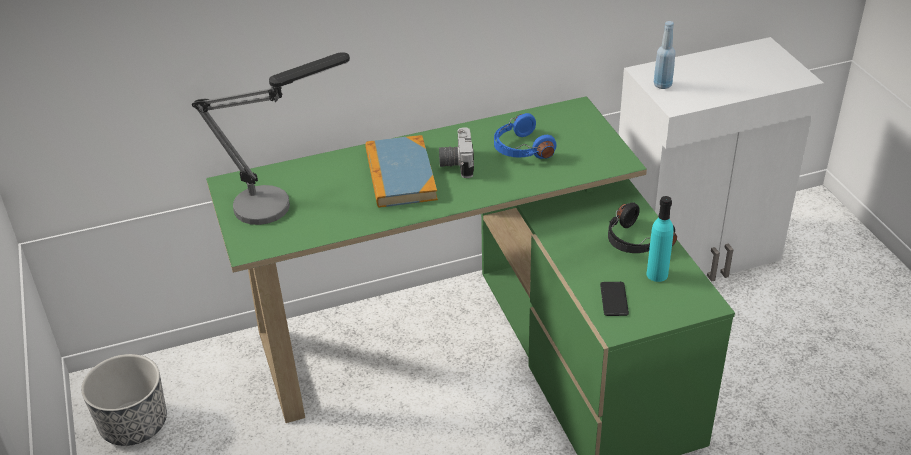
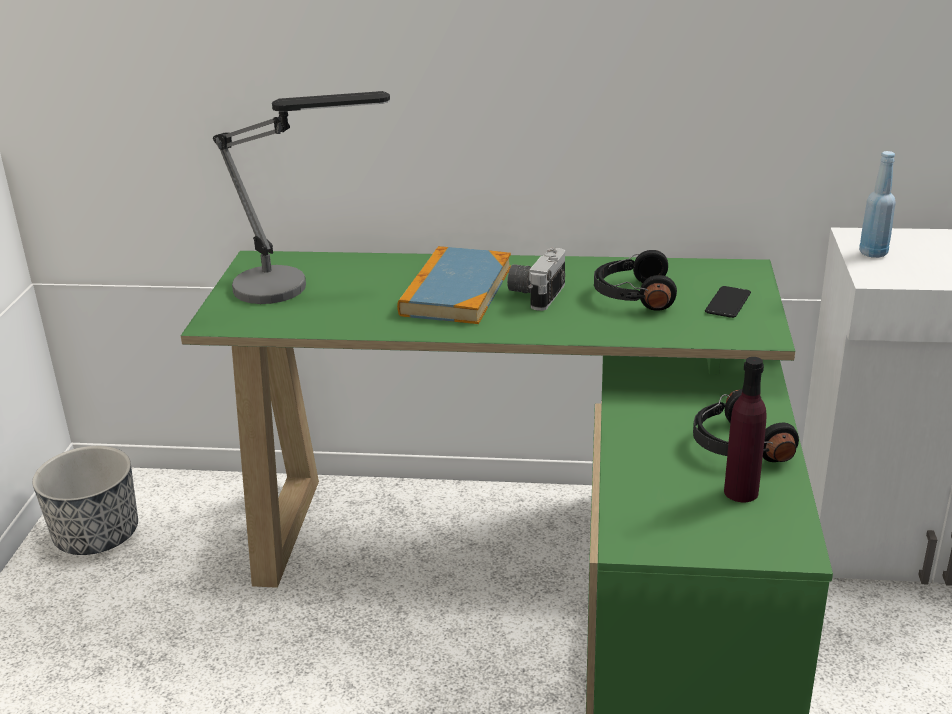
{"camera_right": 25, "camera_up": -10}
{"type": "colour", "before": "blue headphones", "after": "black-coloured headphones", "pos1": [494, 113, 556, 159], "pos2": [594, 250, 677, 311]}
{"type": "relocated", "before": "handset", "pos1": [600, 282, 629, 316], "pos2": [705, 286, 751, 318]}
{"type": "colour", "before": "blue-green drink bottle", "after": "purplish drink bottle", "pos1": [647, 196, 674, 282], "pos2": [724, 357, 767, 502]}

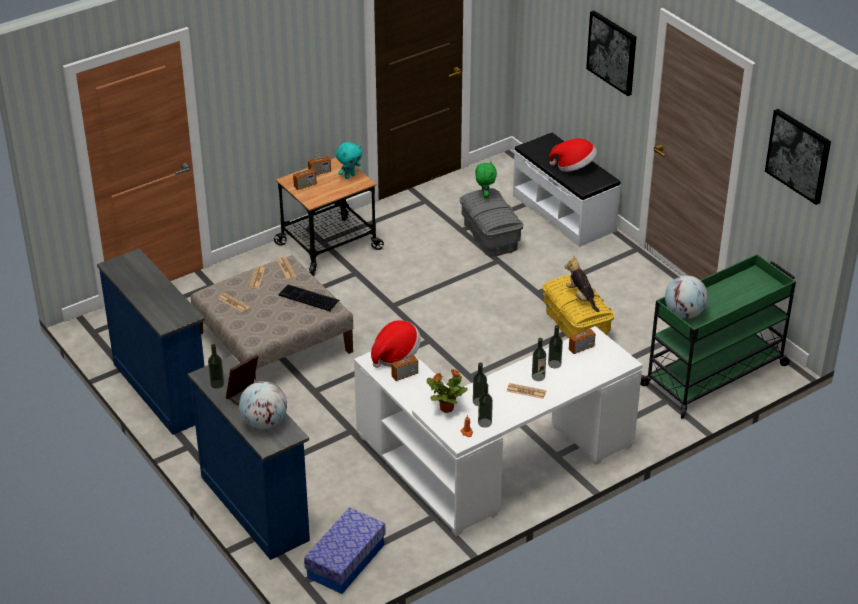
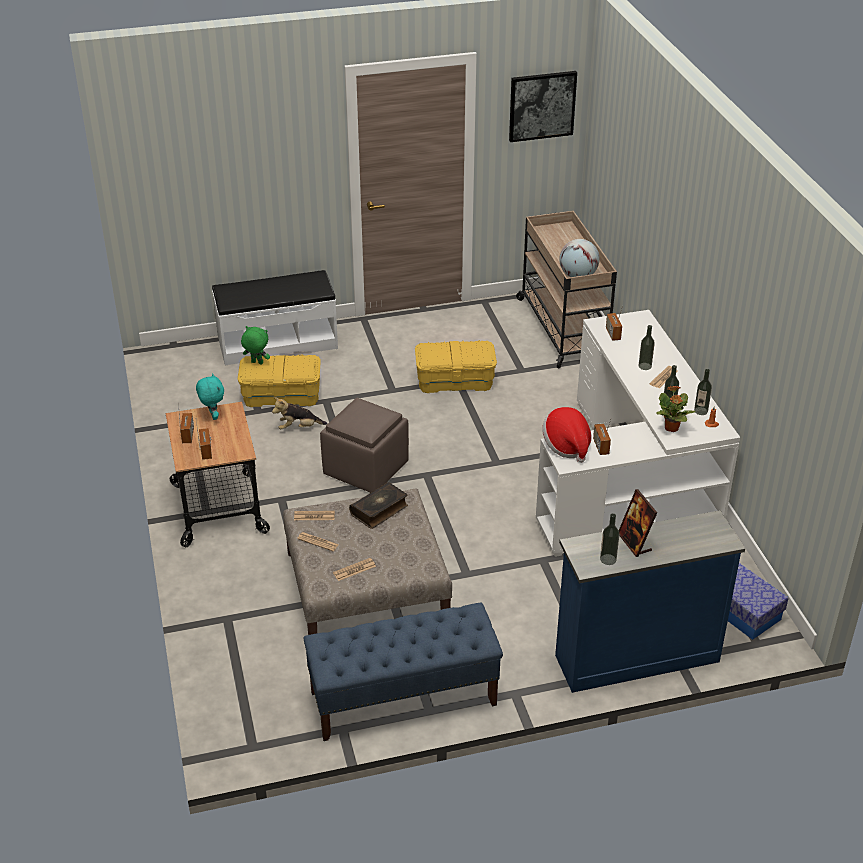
{"camera_right": -70, "camera_up": 0}
{"type": "colour", "before": "greyish storage box", "after": "yellow storage box", "pos1": [460, 188, 524, 257], "pos2": [238, 355, 321, 407]}
{"type": "relocated", "before": "cuddly toy", "pos1": [564, 255, 600, 312], "pos2": [272, 397, 327, 429]}
{"type": "exchanged", "before": "blue chest of drawers", "after": "blue indoor bench", "pos1": [97, 249, 205, 435], "pos2": [303, 603, 503, 741]}
{"type": "appeared", "after": "brown ottoman", "pos2": [320, 398, 409, 493]}
{"type": "exchanged", "before": "PC keyboard", "after": "bound book", "pos1": [279, 285, 340, 312], "pos2": [349, 482, 408, 529]}
{"type": "colour", "before": "green cart", "after": "sand-coloured cart", "pos1": [640, 254, 796, 419], "pos2": [516, 211, 617, 368]}
{"type": "missing", "before": "globe", "pos1": [239, 381, 287, 429]}
{"type": "missing", "before": "drink bottle", "pos1": [548, 325, 563, 368]}
{"type": "missing", "before": "hat", "pos1": [549, 138, 597, 172]}
{"type": "missing", "before": "wall art", "pos1": [586, 11, 636, 96]}

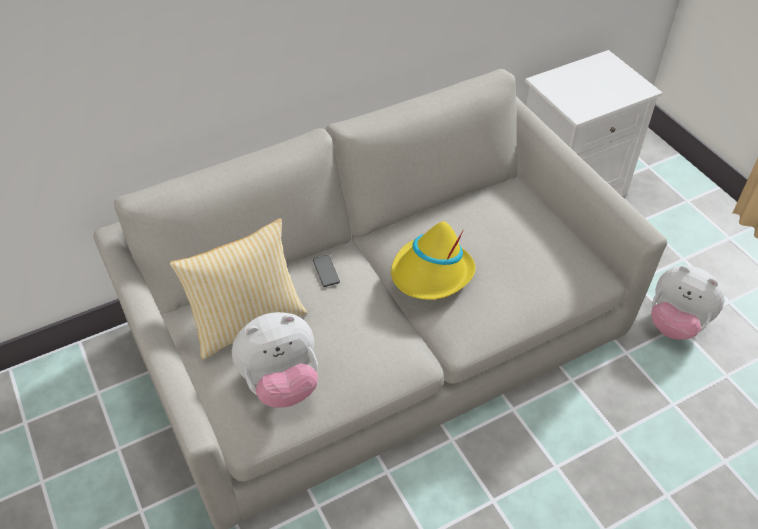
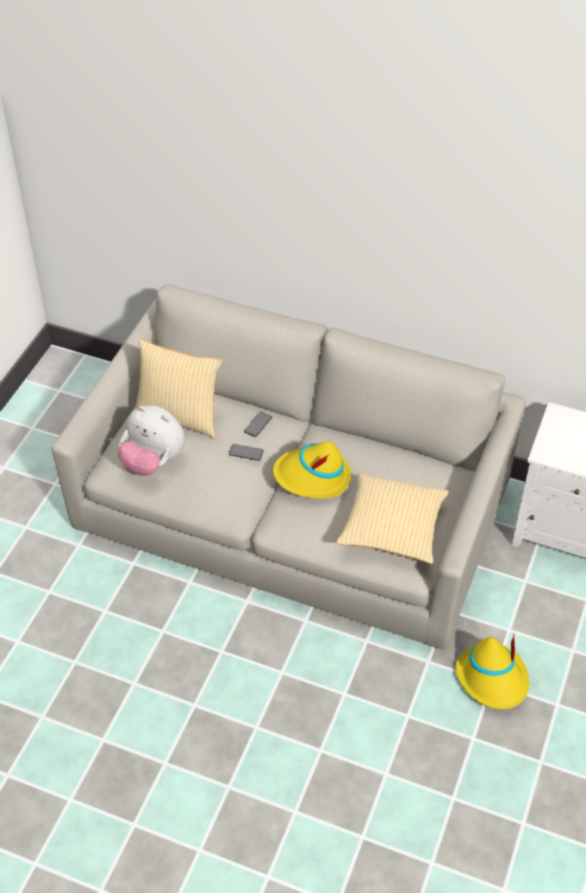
{"camera_right": 50, "camera_up": 0}
{"type": "appeared", "after": "handset", "pos2": [229, 444, 264, 461]}
{"type": "appeared", "after": "throw pillow", "pos2": [336, 473, 449, 564]}
{"type": "exchanged", "before": "cuddly toy", "after": "yellow hat", "pos1": [651, 266, 724, 340], "pos2": [455, 634, 529, 709]}

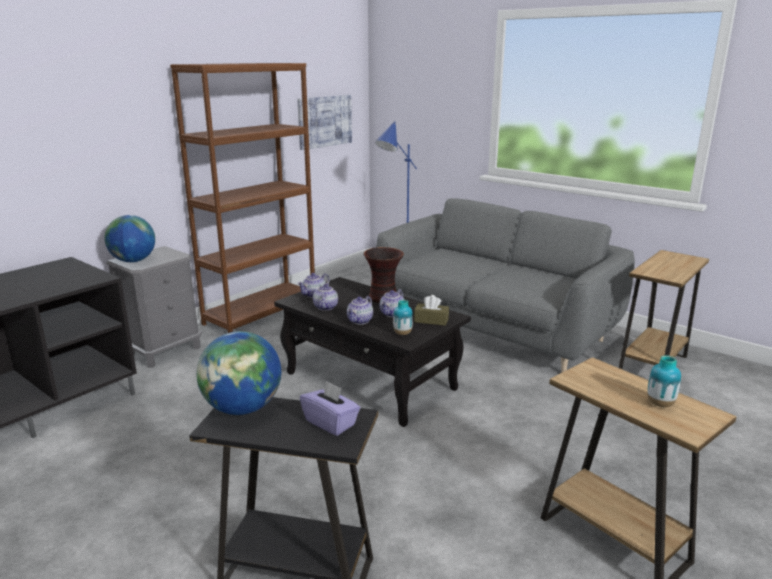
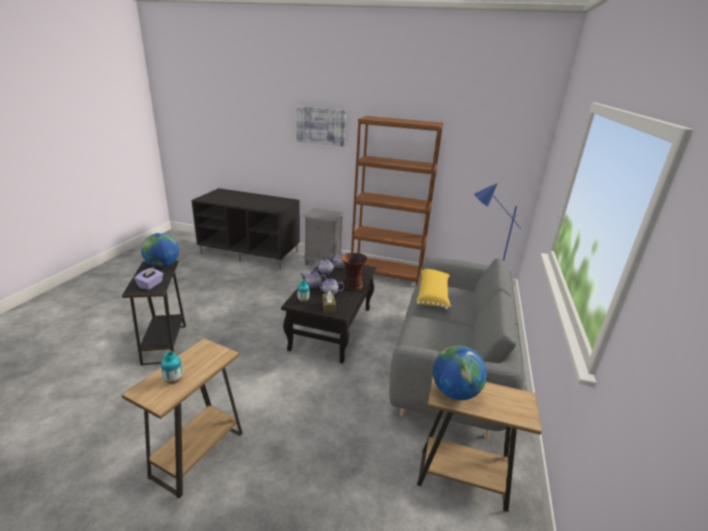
{"camera_right": 65, "camera_up": 5}
{"type": "relocated", "before": "wall art", "pos1": [297, 95, 352, 150], "pos2": [296, 106, 346, 147]}
{"type": "appeared", "after": "yellow throw pillow", "pos2": [416, 269, 451, 309]}
{"type": "relocated", "before": "globe", "pos1": [105, 215, 155, 262], "pos2": [433, 346, 487, 400]}

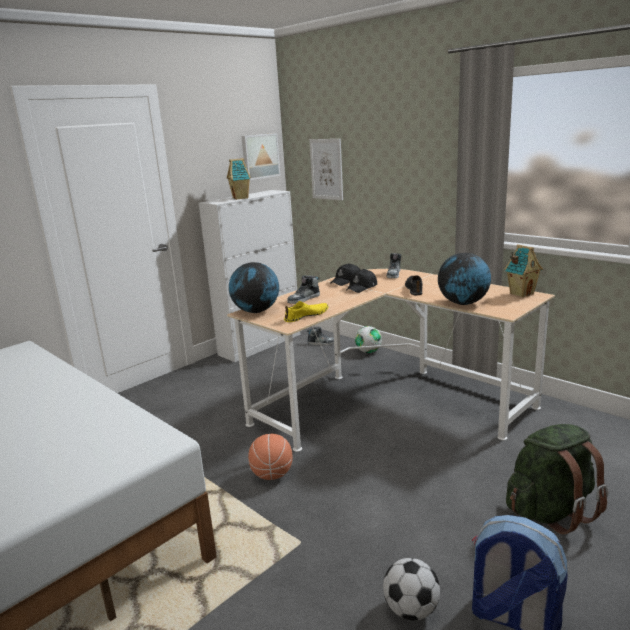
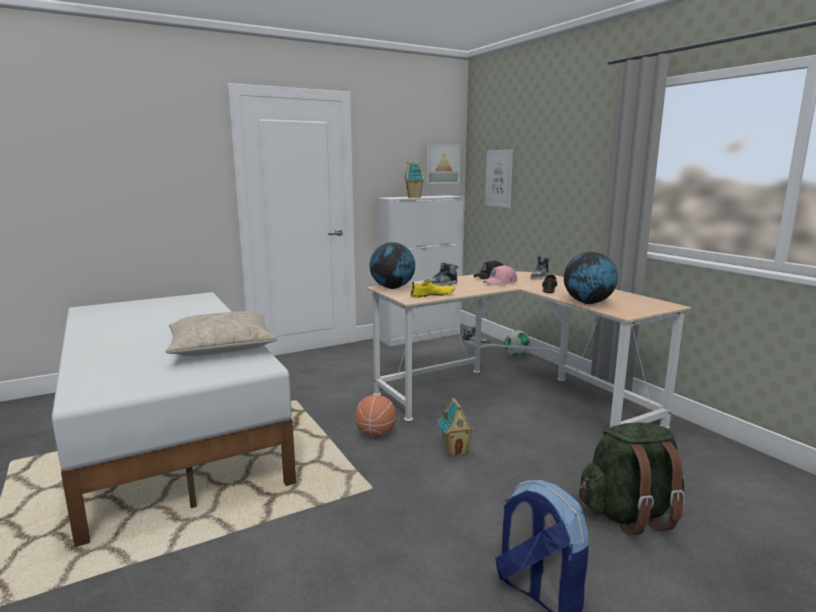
{"camera_right": 15, "camera_up": -5}
{"type": "appeared", "after": "sand-coloured throw pillow", "pos2": [165, 311, 278, 356]}
{"type": "relocated", "before": "toy house", "pos1": [504, 244, 543, 297], "pos2": [438, 398, 475, 456]}
{"type": "colour", "before": "black-coloured baseball cap", "after": "pinkish baseball cap", "pos1": [346, 269, 377, 293], "pos2": [483, 265, 517, 286]}
{"type": "missing", "before": "football", "pos1": [383, 558, 440, 620]}

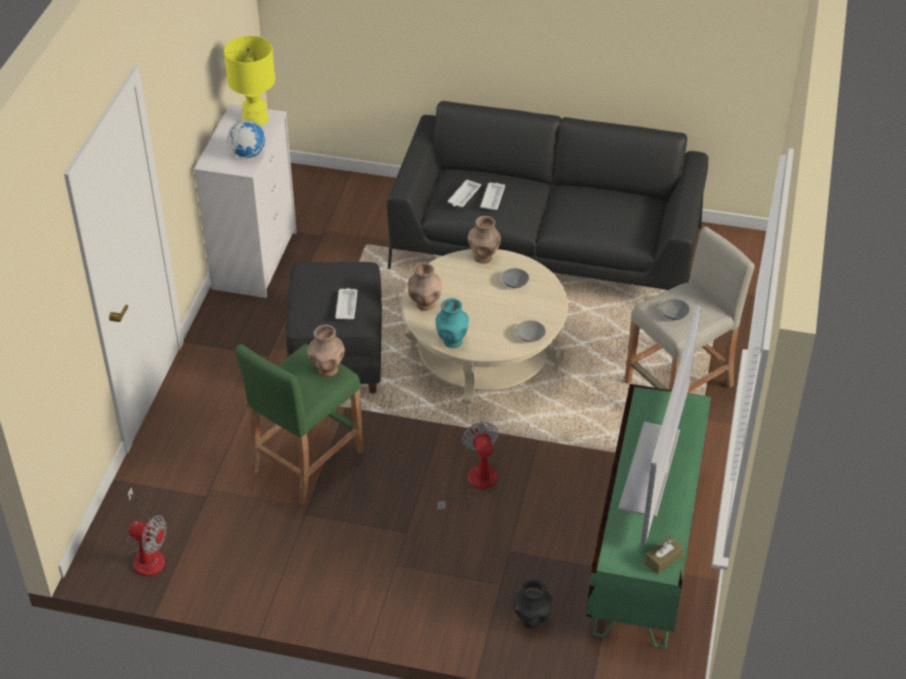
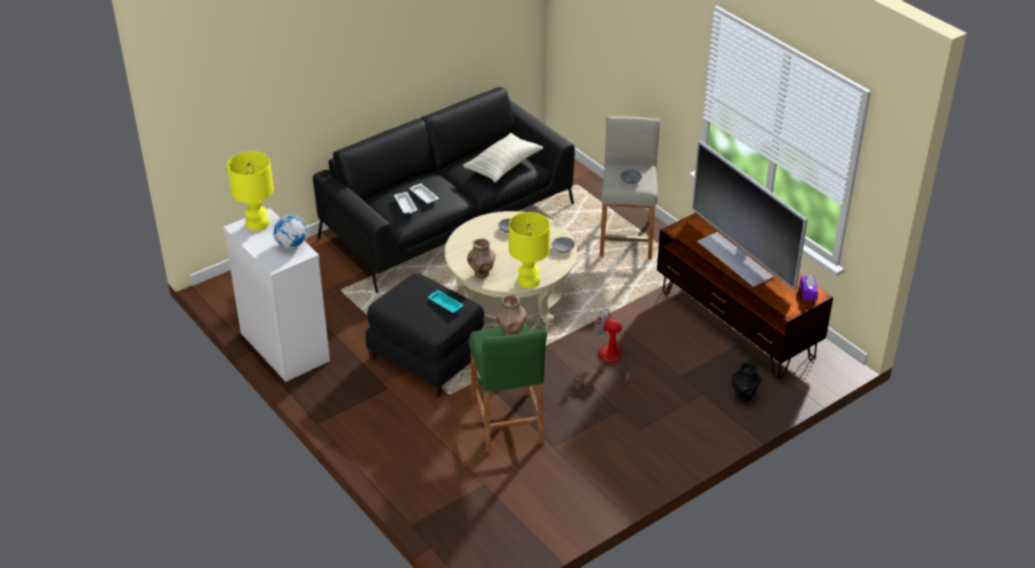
{"camera_right": -50, "camera_up": -5}
{"type": "colour", "before": "white carrying tray", "after": "blue-green carrying tray", "pos1": [335, 288, 358, 319], "pos2": [428, 290, 464, 313]}
{"type": "appeared", "after": "throw pillow", "pos2": [463, 133, 543, 183]}
{"type": "exchanged", "before": "blue-green decorative vase", "after": "yellow table lamp", "pos1": [435, 298, 469, 348], "pos2": [509, 212, 550, 288]}
{"type": "colour", "before": "green media console", "after": "brown media console", "pos1": [586, 384, 711, 648], "pos2": [657, 213, 833, 379]}
{"type": "colour", "before": "brown box of tissues", "after": "purplish box of tissues", "pos1": [645, 536, 684, 575], "pos2": [800, 274, 818, 300]}
{"type": "missing", "before": "cooling fan", "pos1": [126, 487, 166, 576]}
{"type": "missing", "before": "brown decorative vase", "pos1": [468, 216, 501, 264]}

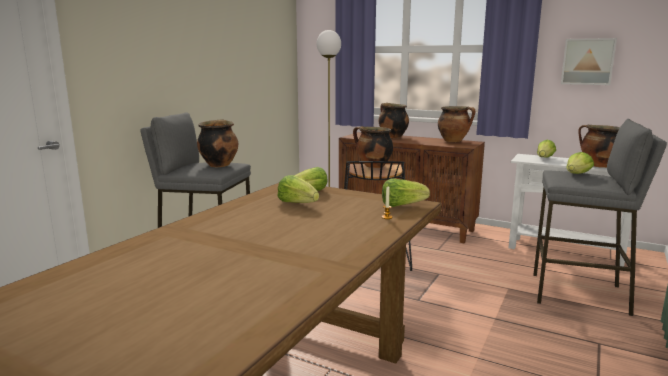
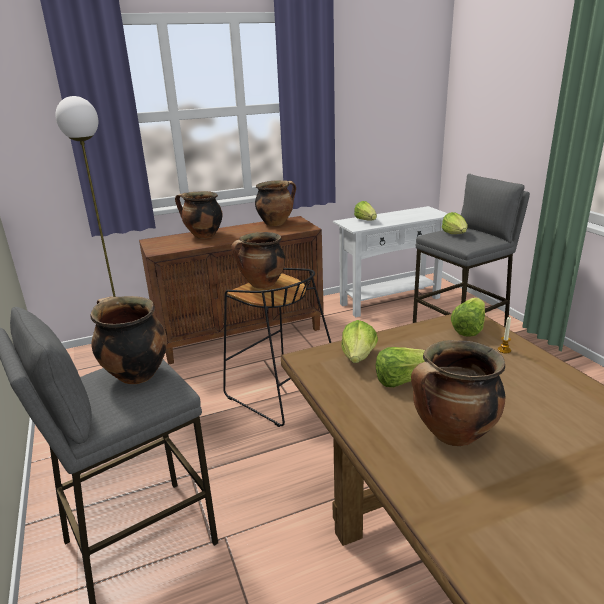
{"camera_right": -50, "camera_up": 10}
{"type": "relocated", "before": "stockpot", "pos1": [578, 124, 620, 168], "pos2": [411, 340, 505, 446]}
{"type": "missing", "before": "wall art", "pos1": [561, 38, 617, 85]}

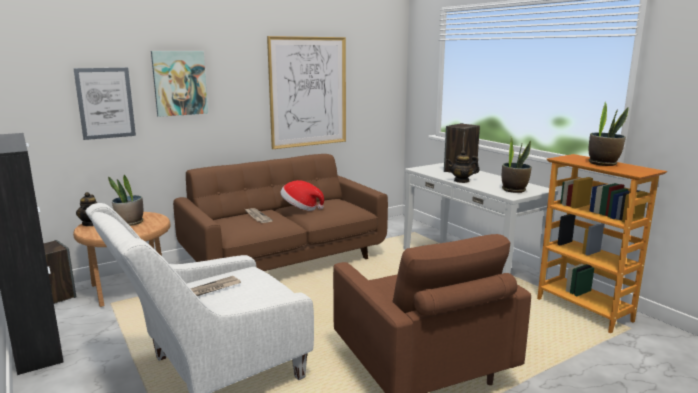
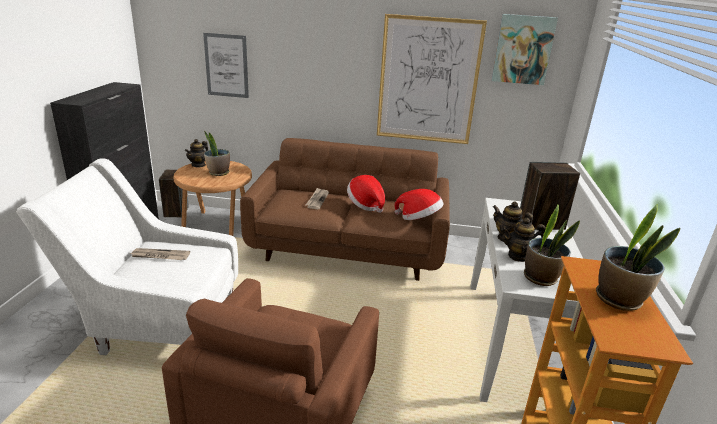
{"camera_right": 40, "camera_up": 10}
{"type": "appeared", "after": "hat", "pos2": [394, 189, 444, 220]}
{"type": "relocated", "before": "wall art", "pos1": [151, 51, 208, 117], "pos2": [492, 14, 558, 85]}
{"type": "appeared", "after": "pot for tea", "pos2": [501, 218, 546, 262]}

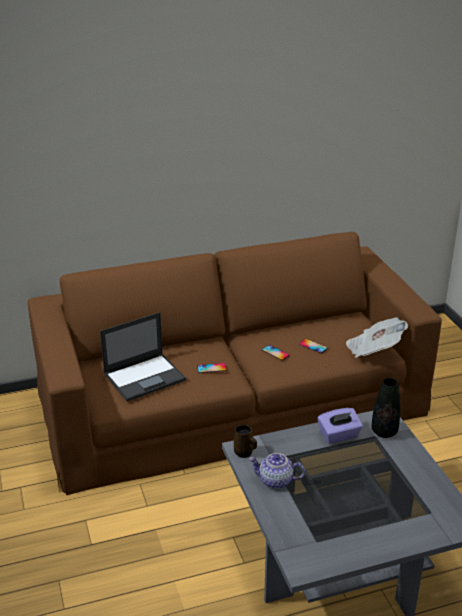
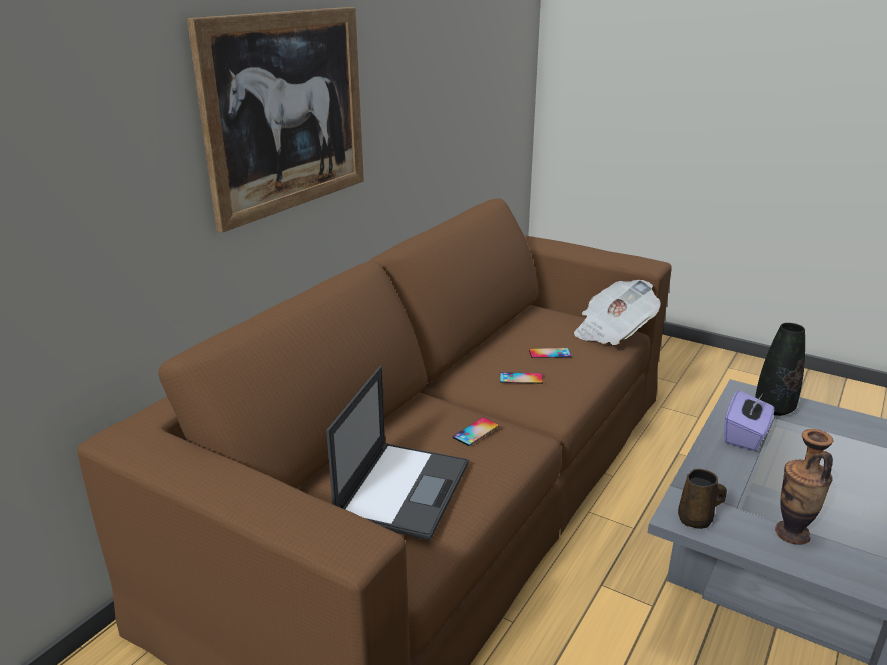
{"camera_right": -40, "camera_up": -5}
{"type": "appeared", "after": "wall art", "pos2": [187, 7, 364, 233]}
{"type": "exchanged", "before": "pot for tea", "after": "decorative vase", "pos1": [248, 453, 305, 489], "pos2": [775, 429, 833, 545]}

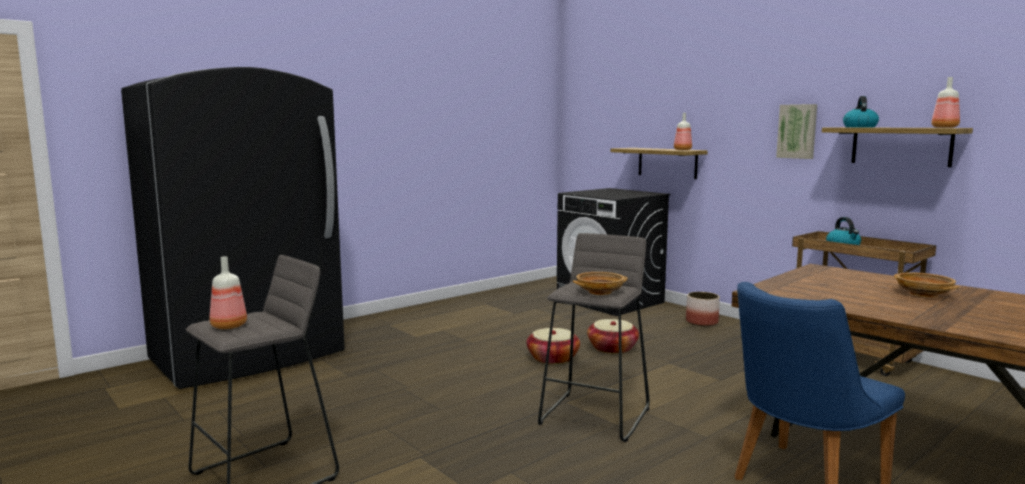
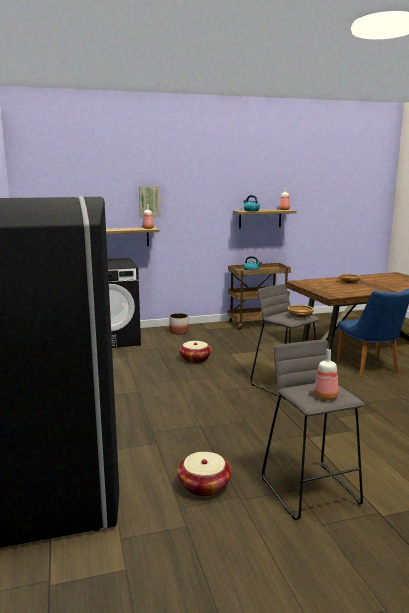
{"camera_right": -65, "camera_up": 5}
{"type": "relocated", "before": "wall art", "pos1": [776, 104, 817, 159], "pos2": [139, 186, 161, 217]}
{"type": "relocated", "before": "basket", "pos1": [526, 328, 580, 365], "pos2": [177, 452, 232, 497]}

